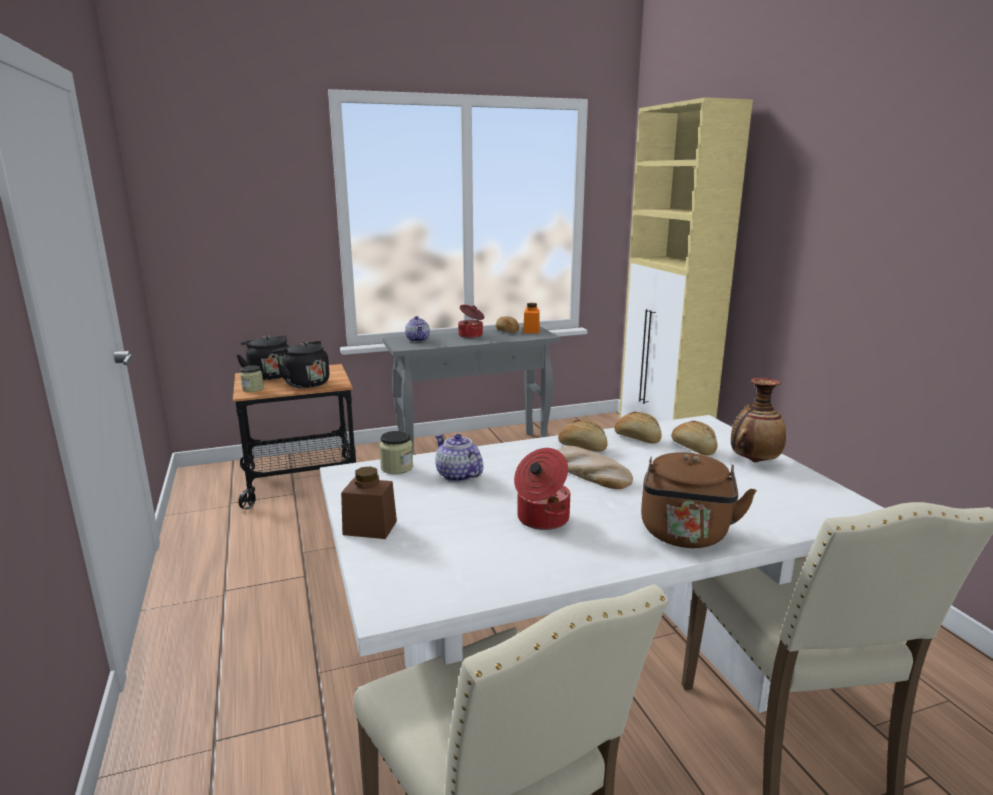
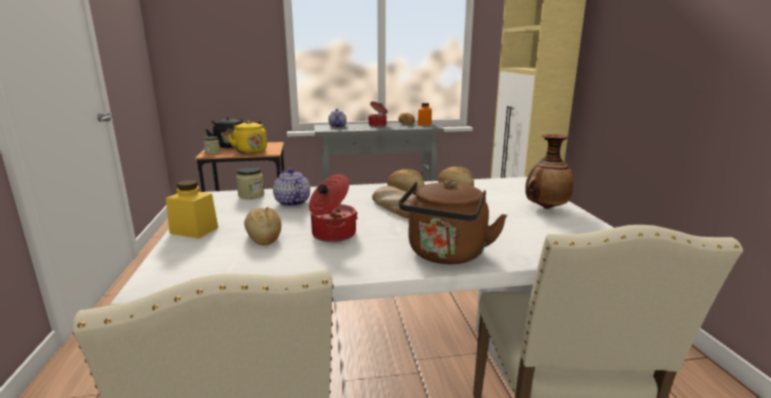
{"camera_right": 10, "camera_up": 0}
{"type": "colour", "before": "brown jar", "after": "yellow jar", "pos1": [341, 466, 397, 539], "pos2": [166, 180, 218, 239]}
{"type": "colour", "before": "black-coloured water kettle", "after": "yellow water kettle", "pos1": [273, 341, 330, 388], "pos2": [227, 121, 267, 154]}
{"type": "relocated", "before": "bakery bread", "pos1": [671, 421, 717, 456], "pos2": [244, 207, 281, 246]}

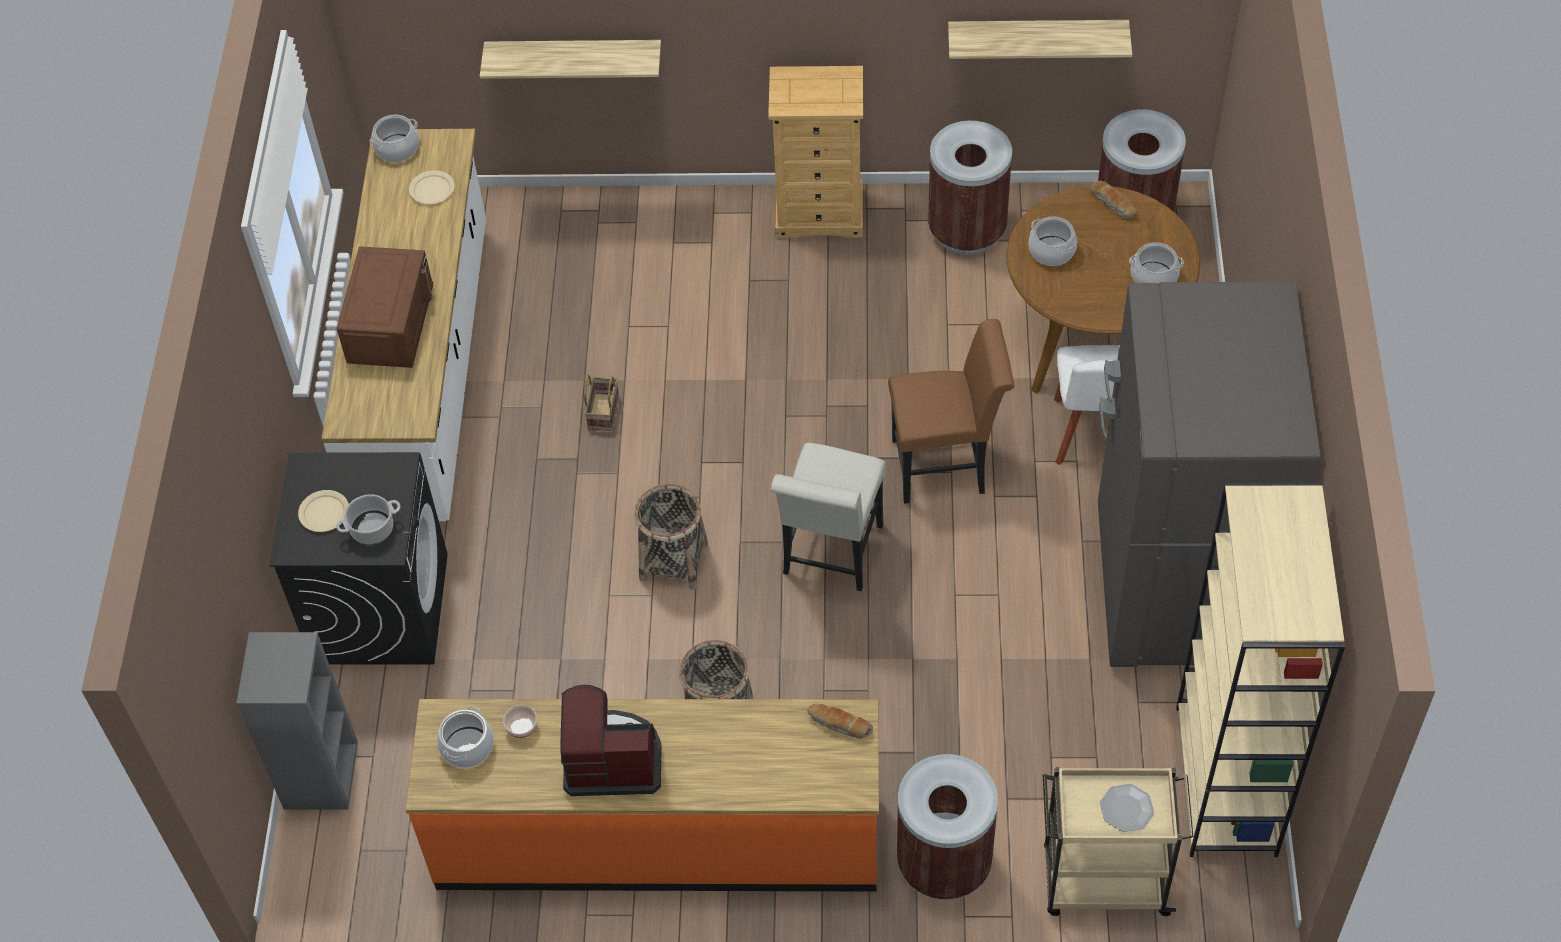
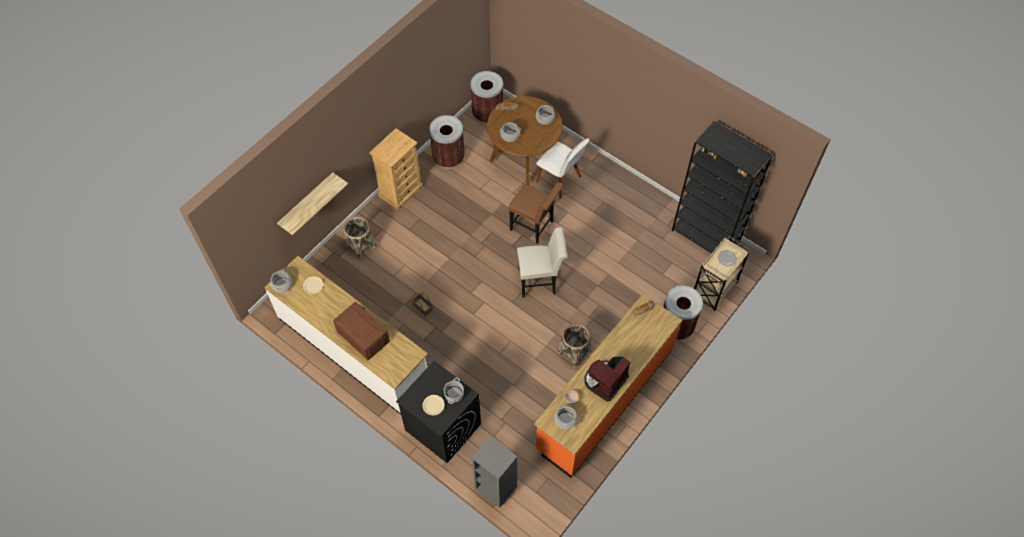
{"camera_right": -55, "camera_up": 5}
{"type": "relocated", "before": "basket", "pos1": [634, 484, 708, 590], "pos2": [344, 217, 377, 260]}
{"type": "spun", "before": "brown plain chair", "pos1": [888, 319, 1014, 504], "pos2": [508, 182, 563, 244], "turn": 90}
{"type": "spun", "before": "white plain chair", "pos1": [771, 443, 886, 591], "pos2": [517, 227, 568, 298], "turn": -60}
{"type": "colour", "before": "sand-coloured bookshelf", "after": "black-coloured bookshelf", "pos1": [1176, 483, 1345, 857], "pos2": [672, 121, 773, 253]}
{"type": "missing", "before": "wall shelf", "pos1": [948, 20, 1132, 59]}
{"type": "missing", "before": "greyish refrigerator", "pos1": [1098, 281, 1320, 667]}

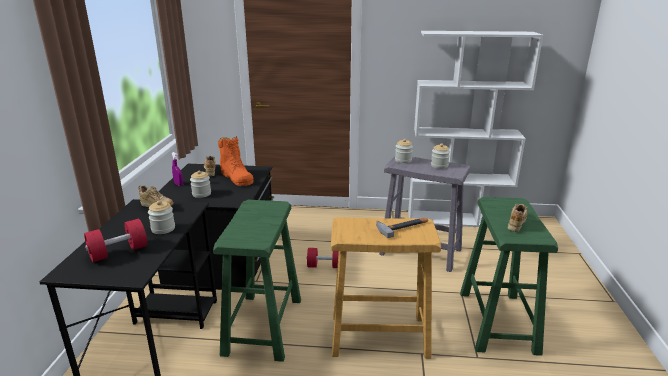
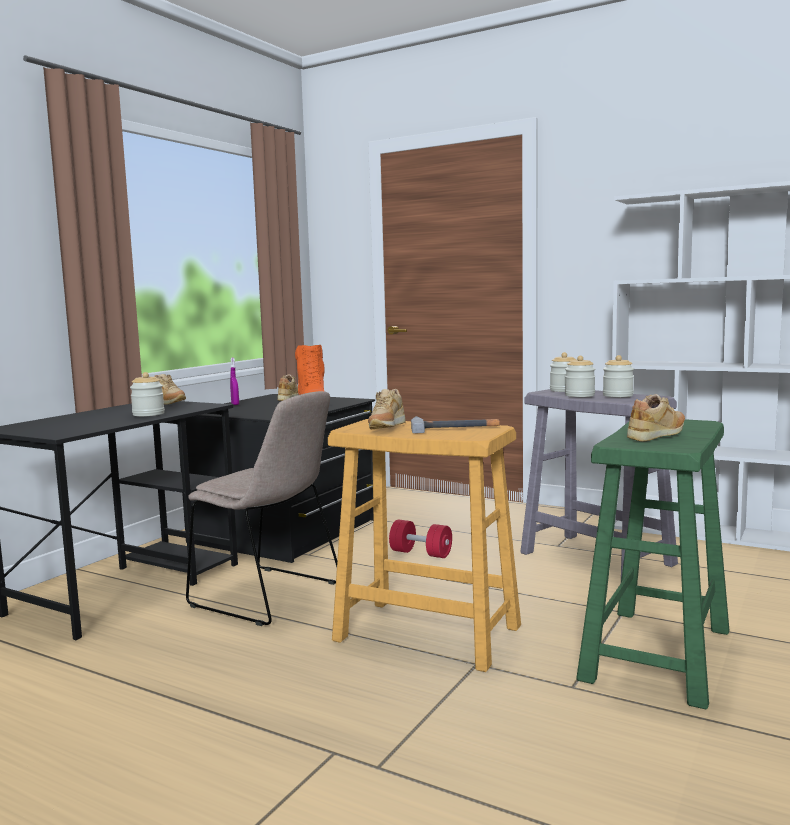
{"camera_right": 25, "camera_up": -15}
{"type": "exchanged", "before": "green sitting stool", "after": "sand-coloured plain chair", "pos1": [213, 200, 301, 362], "pos2": [186, 391, 337, 626]}
{"type": "appeared", "after": "sand-coloured low shoe", "pos2": [368, 389, 406, 429]}
{"type": "relocated", "before": "jar", "pos1": [190, 170, 211, 198], "pos2": [565, 356, 595, 397]}
{"type": "missing", "before": "reddish free weight", "pos1": [84, 219, 147, 262]}

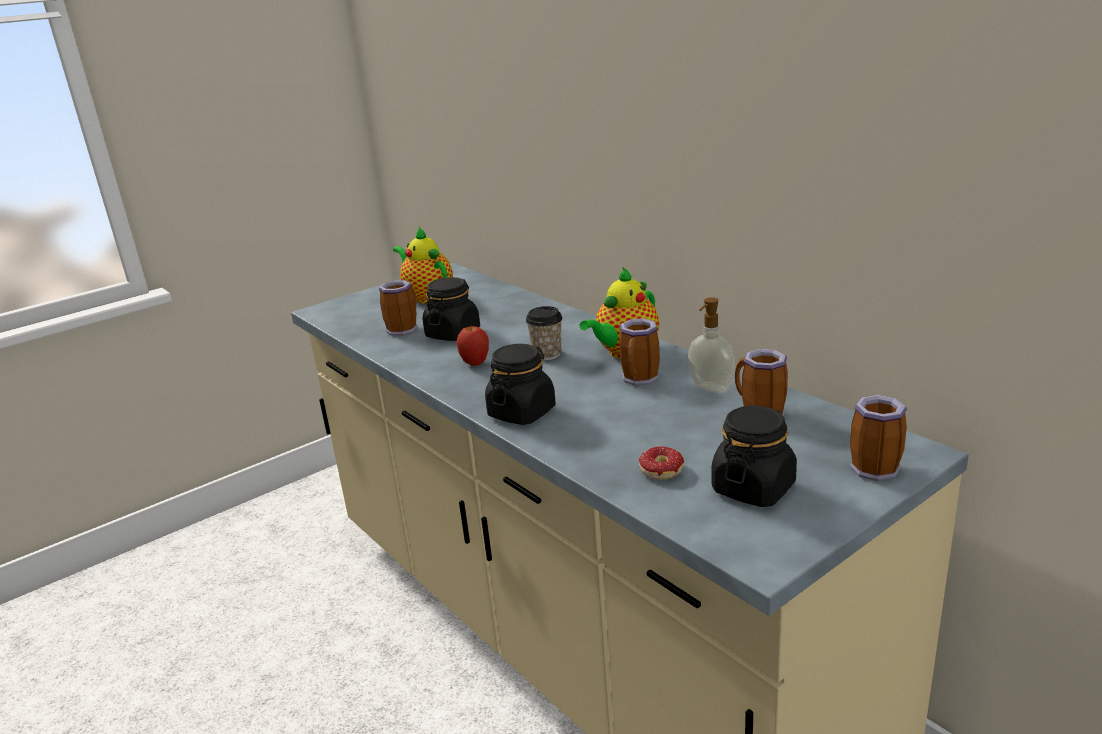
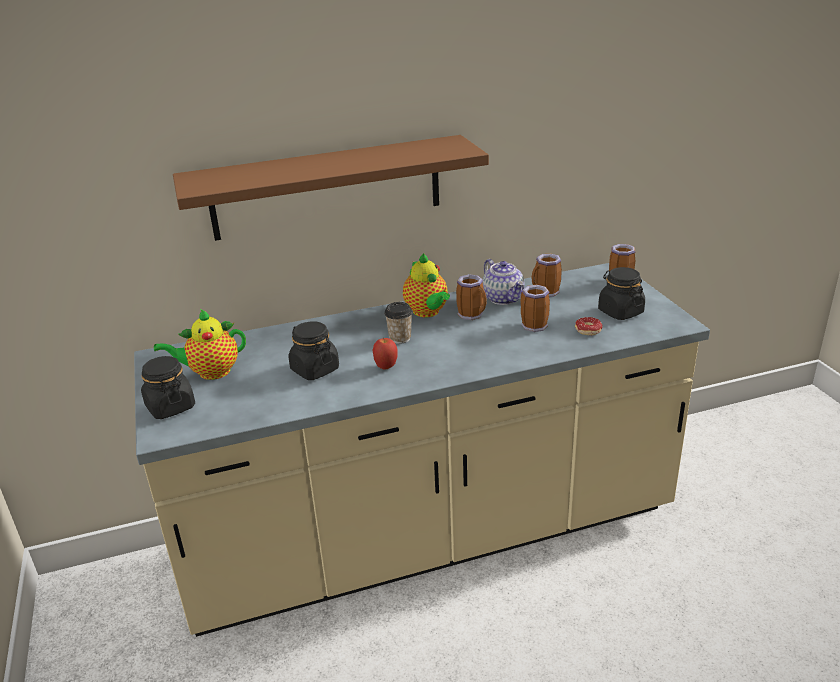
{"camera_right": -70, "camera_up": 5}
{"type": "relocated", "before": "black-coloured jar", "pos1": [485, 344, 556, 425], "pos2": [141, 356, 195, 419]}
{"type": "appeared", "after": "brown wall shelf", "pos2": [173, 135, 489, 241]}
{"type": "exchanged", "before": "soap dispenser", "after": "pot for tea", "pos1": [688, 297, 735, 393], "pos2": [482, 259, 525, 305]}
{"type": "relocated", "before": "mug", "pos1": [379, 280, 418, 336], "pos2": [520, 285, 550, 332]}

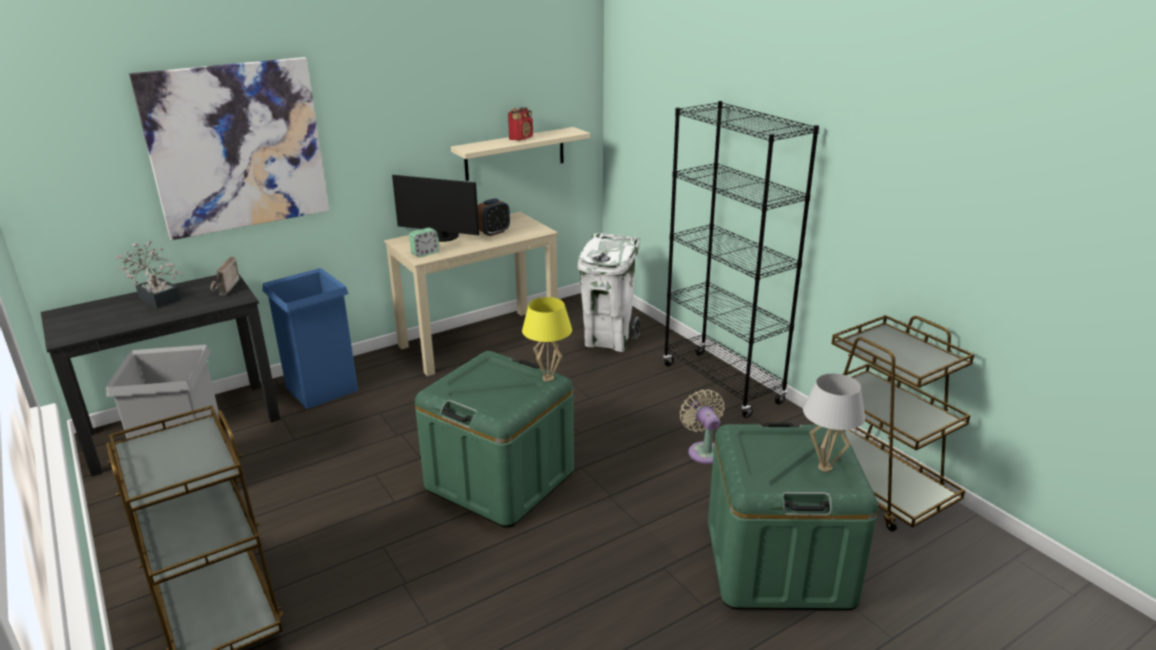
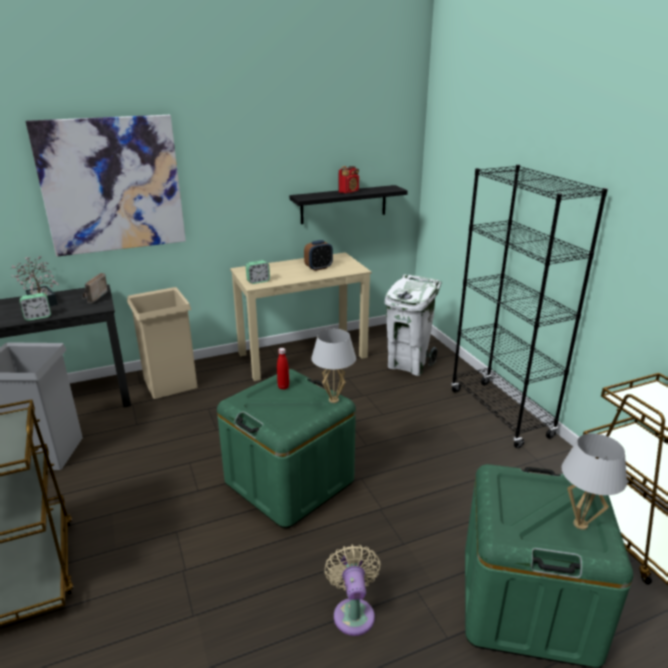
{"camera_right": 10, "camera_up": 0}
{"type": "appeared", "after": "alarm clock", "pos2": [20, 293, 51, 321]}
{"type": "colour", "before": "blue trash can", "after": "sand-coloured trash can", "pos1": [262, 268, 358, 409], "pos2": [127, 287, 197, 399]}
{"type": "appeared", "after": "reddish drink bottle", "pos2": [277, 348, 289, 390]}
{"type": "colour", "before": "sand-coloured wall shelf", "after": "black-coloured wall shelf", "pos1": [451, 127, 590, 181], "pos2": [289, 185, 408, 224]}
{"type": "colour", "before": "yellow table lamp", "after": "white table lamp", "pos1": [522, 297, 572, 382], "pos2": [311, 329, 356, 403]}
{"type": "relocated", "before": "sand-coloured cooling fan", "pos1": [680, 389, 725, 464], "pos2": [324, 545, 381, 636]}
{"type": "missing", "before": "monitor", "pos1": [392, 175, 479, 242]}

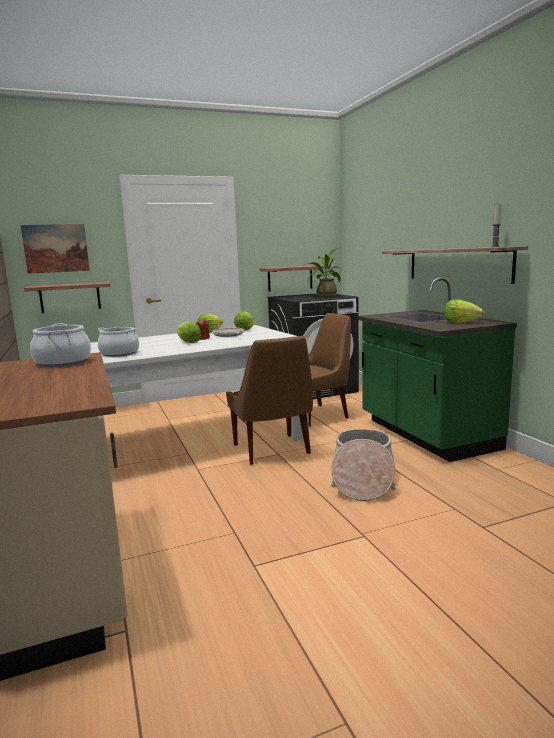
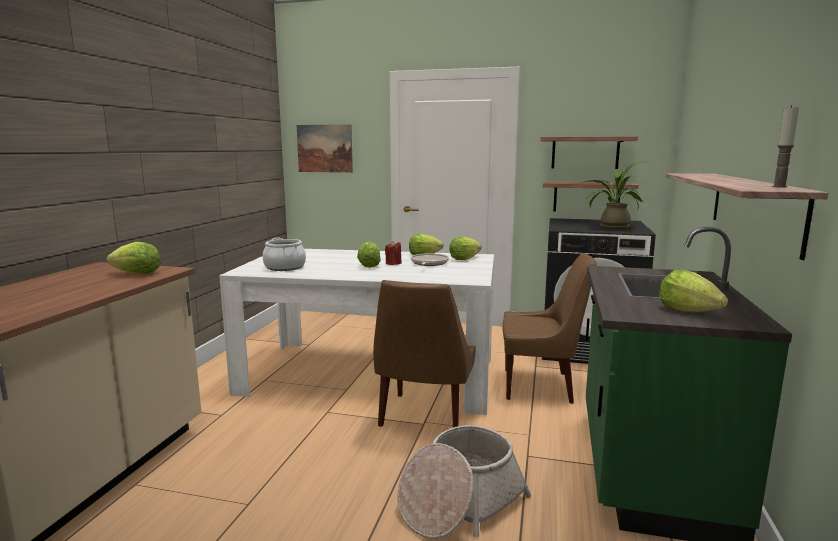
{"camera_right": 35, "camera_up": 0}
{"type": "exchanged", "before": "stockpot", "after": "head of lettuce", "pos1": [30, 323, 91, 367], "pos2": [107, 242, 161, 274]}
{"type": "relocated", "before": "wall shelf", "pos1": [24, 282, 111, 313], "pos2": [540, 136, 638, 169]}

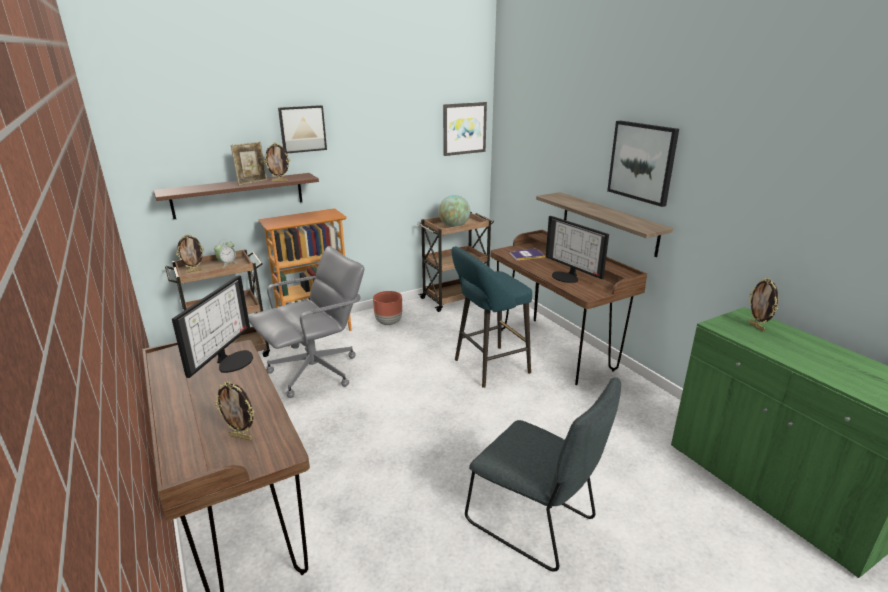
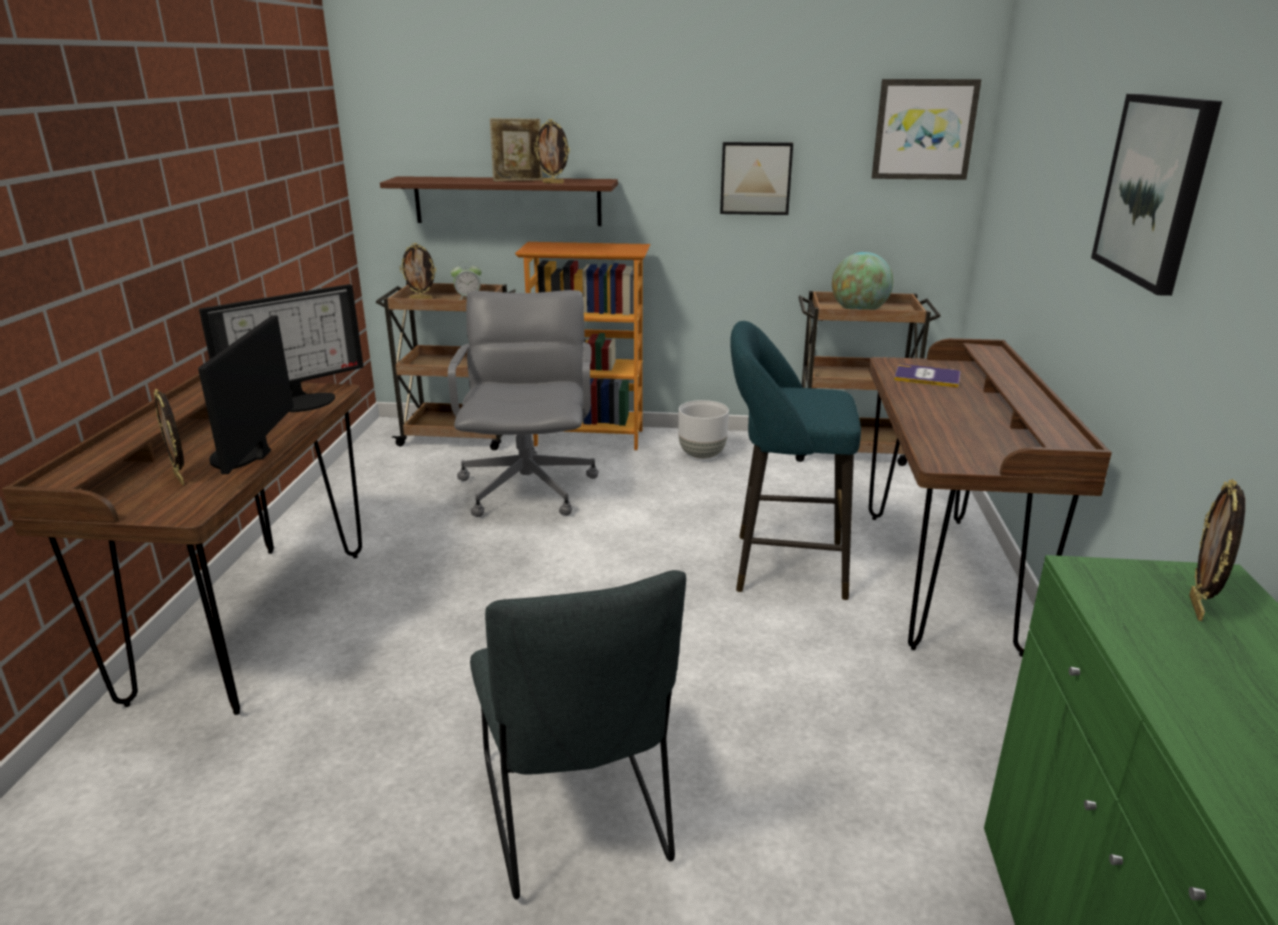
{"camera_right": 35, "camera_up": 0}
{"type": "relocated", "before": "monitor", "pos1": [546, 216, 609, 283], "pos2": [198, 315, 294, 474]}
{"type": "spun", "before": "greyish computer chair", "pos1": [248, 246, 364, 398], "pos2": [448, 290, 599, 517], "turn": -90}
{"type": "colour", "before": "brown planter", "after": "white planter", "pos1": [373, 291, 402, 325], "pos2": [679, 400, 729, 459]}
{"type": "relocated", "before": "wall art", "pos1": [278, 105, 327, 154], "pos2": [720, 142, 793, 215]}
{"type": "missing", "before": "wall shelf", "pos1": [536, 192, 673, 257]}

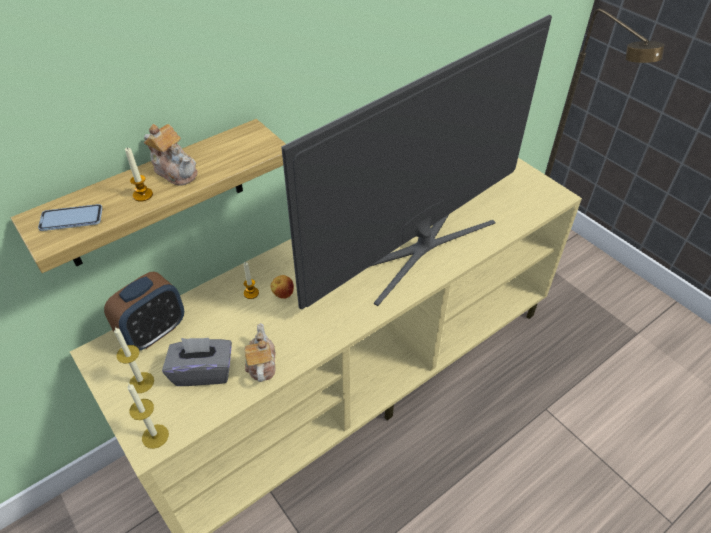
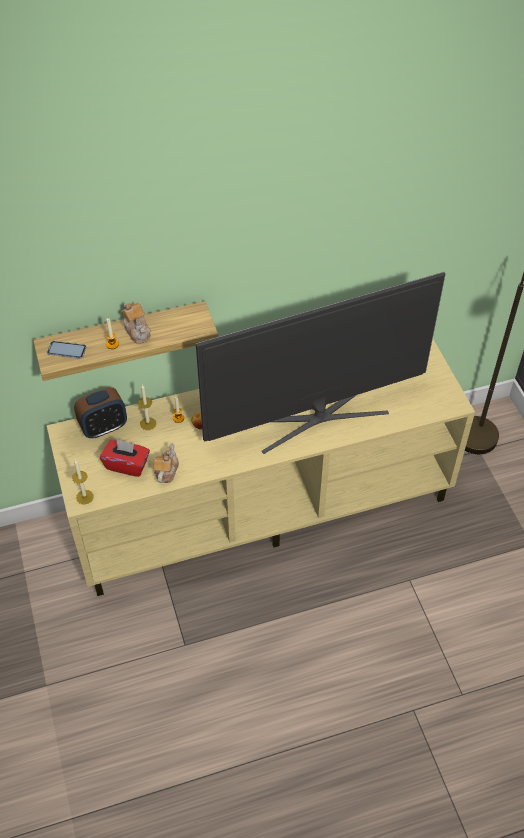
{"camera_right": 20, "camera_up": 5}
{"type": "colour", "before": "greyish box of tissues", "after": "reddish box of tissues", "pos1": [162, 338, 232, 386], "pos2": [100, 439, 150, 477]}
{"type": "relocated", "before": "wax light", "pos1": [114, 327, 154, 393], "pos2": [138, 385, 156, 430]}

